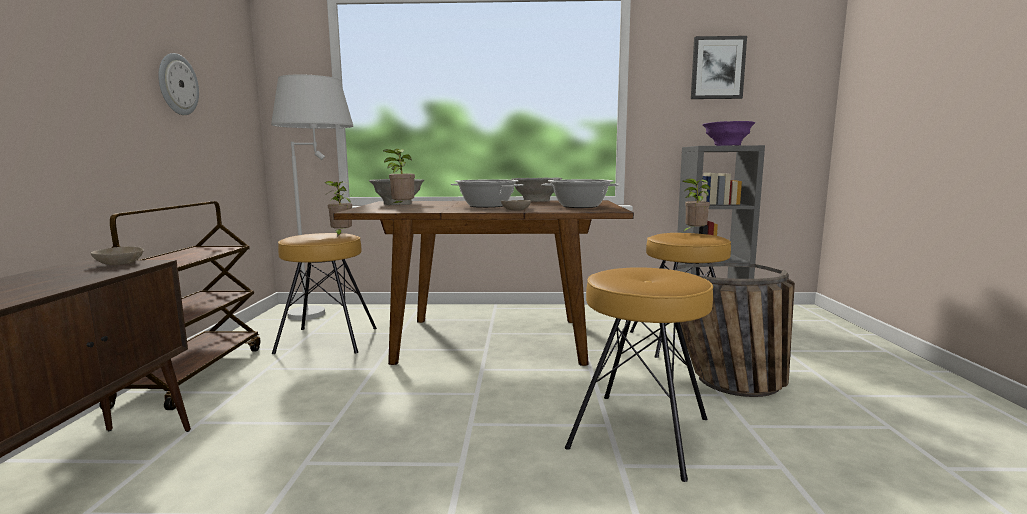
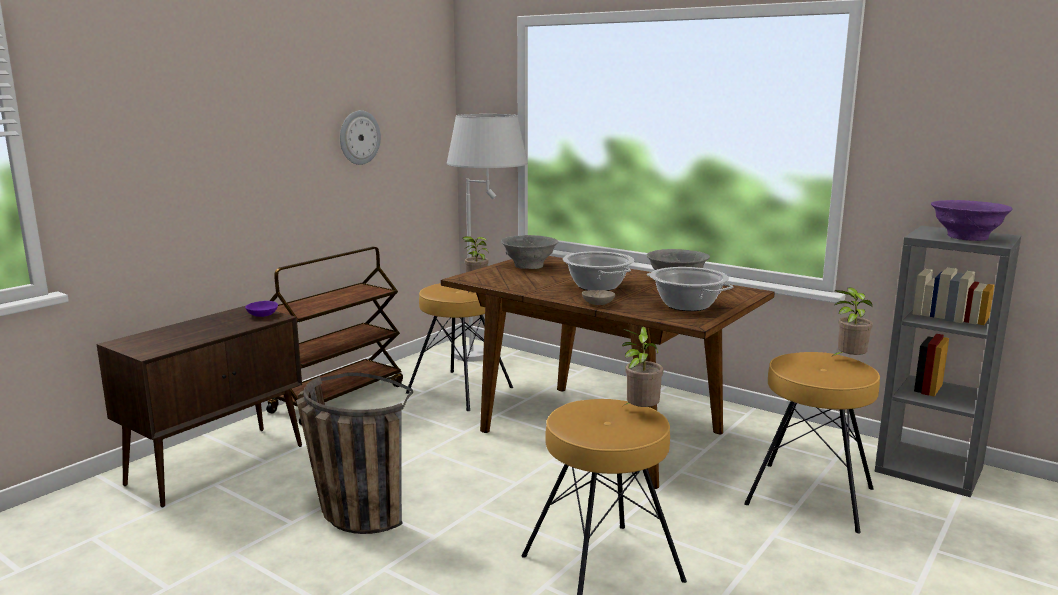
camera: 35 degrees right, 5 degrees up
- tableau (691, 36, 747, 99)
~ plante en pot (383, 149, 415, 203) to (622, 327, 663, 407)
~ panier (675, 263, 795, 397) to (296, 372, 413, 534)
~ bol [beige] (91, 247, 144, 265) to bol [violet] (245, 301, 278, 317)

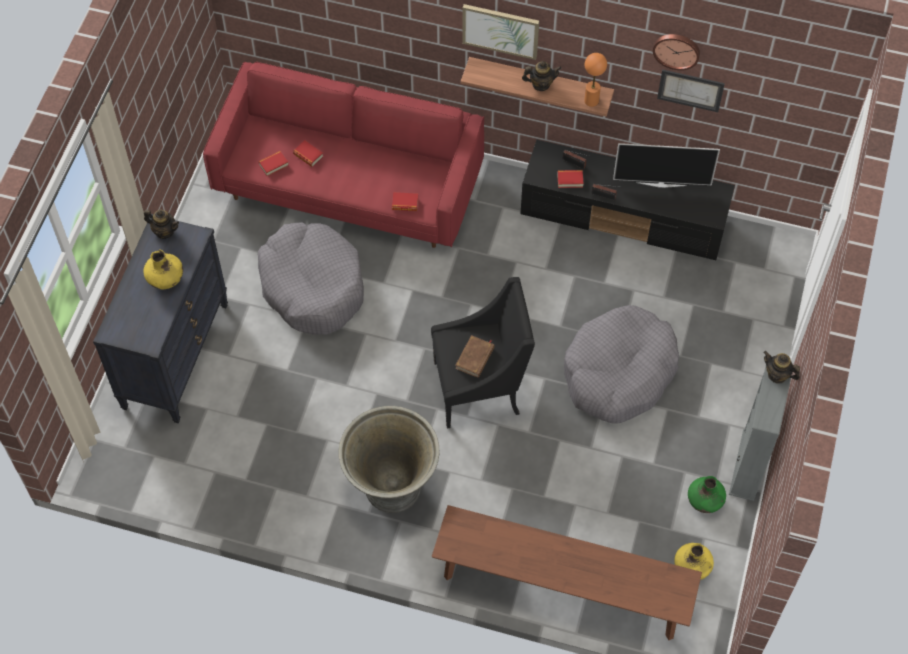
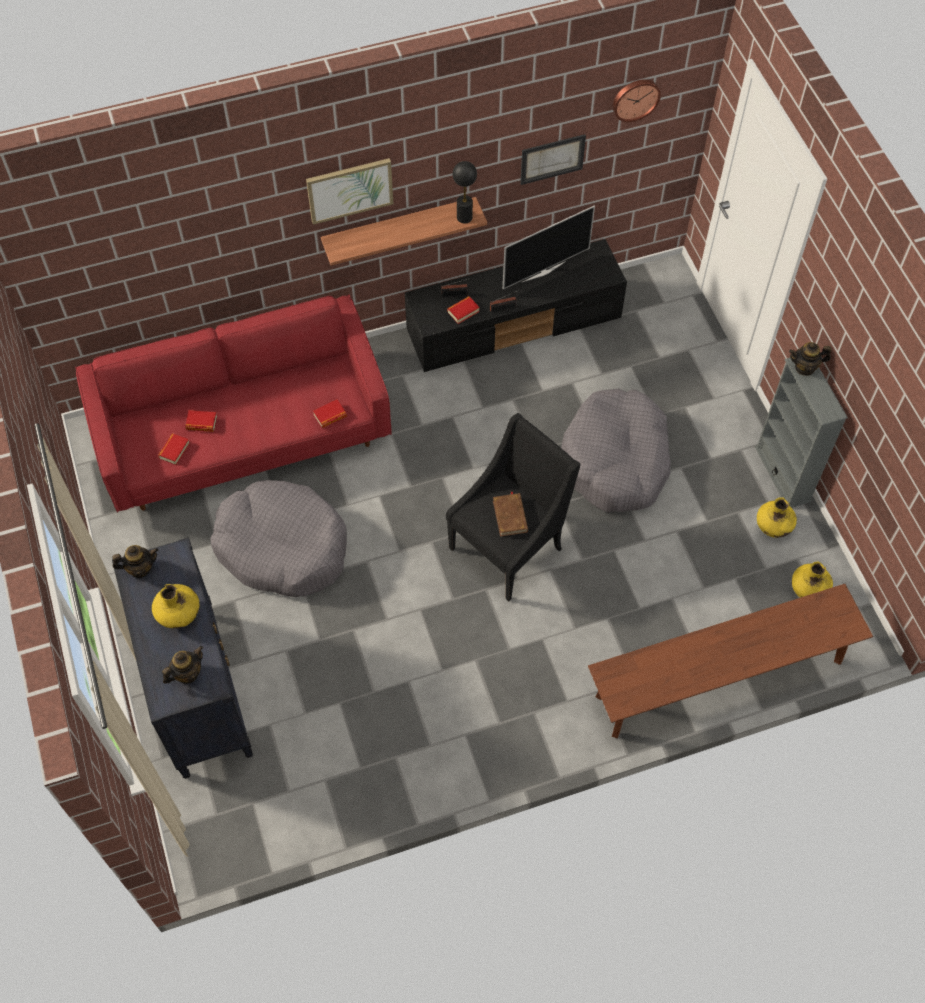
camera: 35 degrees left, 0 degrees up
- cache-pot [gris] (338, 406, 439, 513)
~ théière (522, 61, 562, 91) to (162, 646, 203, 684)
~ horloge murale (653, 34, 700, 70) to (613, 79, 661, 122)
~ lampe de table [orange] (584, 53, 607, 107) to lampe de table [noir] (453, 161, 477, 224)
~ vase [vert] (688, 476, 726, 513) to vase [jaune] (757, 497, 797, 538)

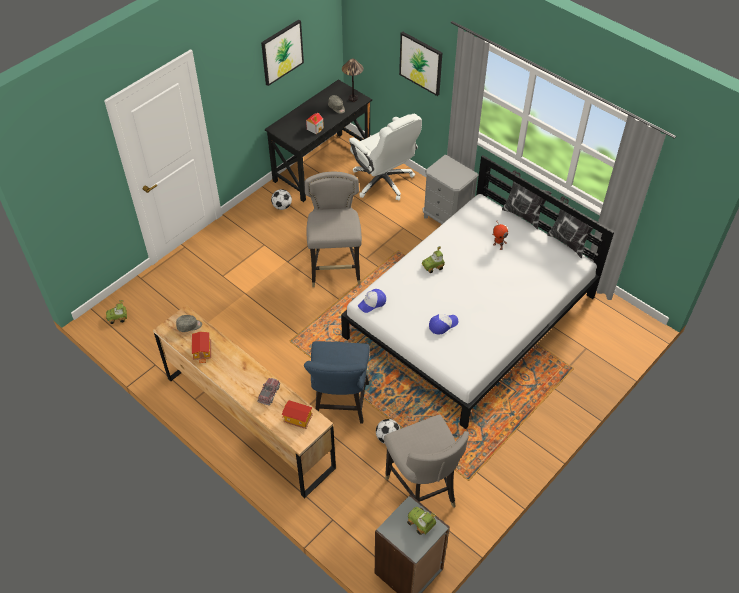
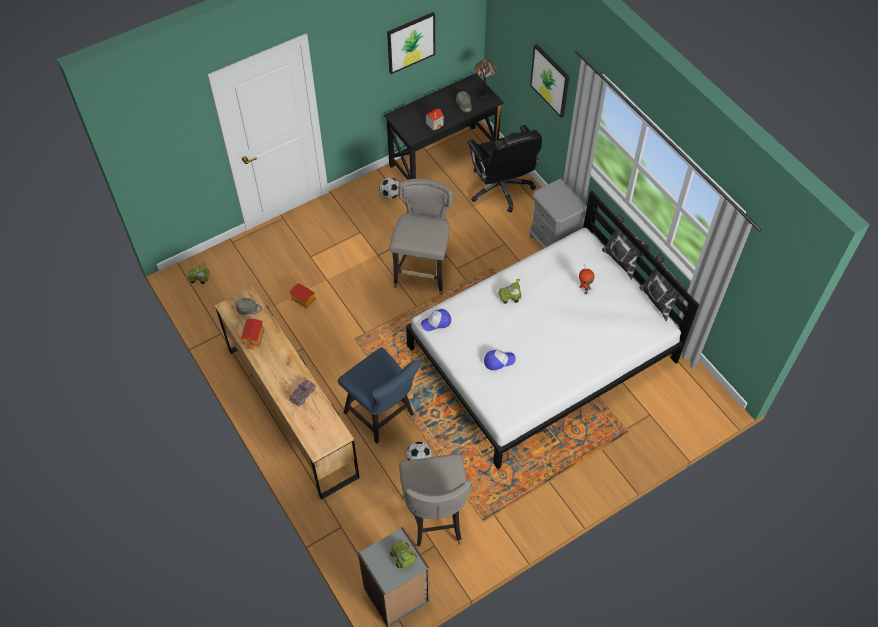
camera: 15 degrees right, 5 degrees up
~ maison miniature (282, 400, 313, 429) to (289, 283, 316, 309)
~ chaise de bureau [blanc] (349, 114, 422, 200) to chaise de bureau [noir] (468, 125, 542, 213)
~ chaise [bleu] (304, 341, 370, 424) = (338, 347, 420, 443) 60 degrees counterclockwise

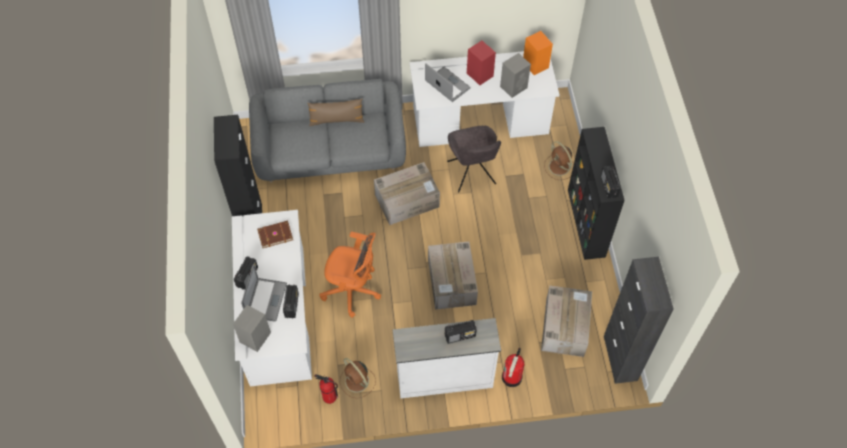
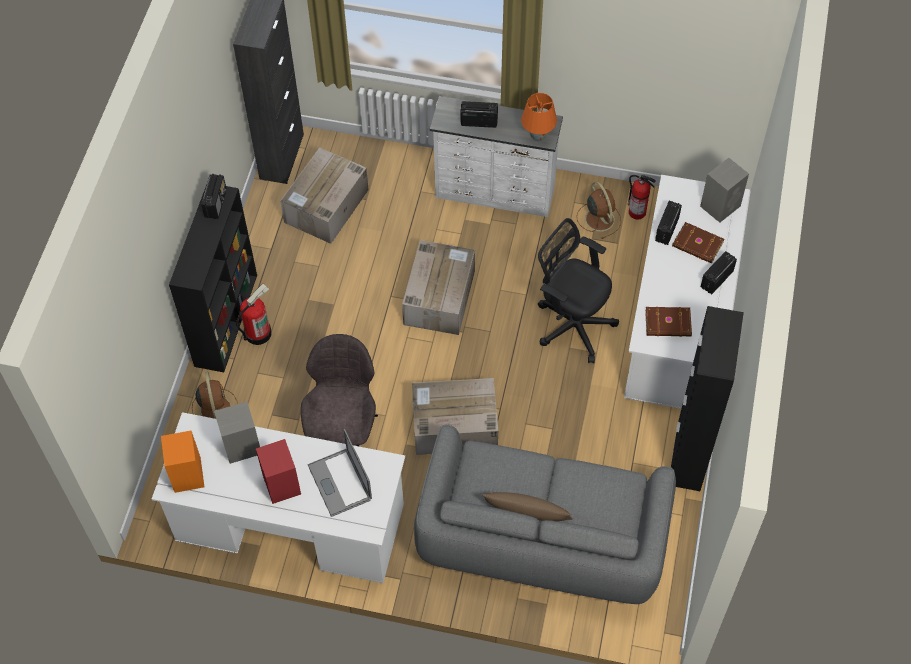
camera: 160 degrees left, 0 degrees up
+ lampe de table [orange] (521, 93, 557, 141)
~ extincteur (502, 348, 524, 387) to (236, 284, 272, 345)
~ ordinateur portable (241, 264, 287, 322) to livre [marron] (672, 222, 724, 264)
~ chaise de bureau [orange] (319, 231, 381, 318) to chaise de bureau [noir] (538, 218, 619, 363)

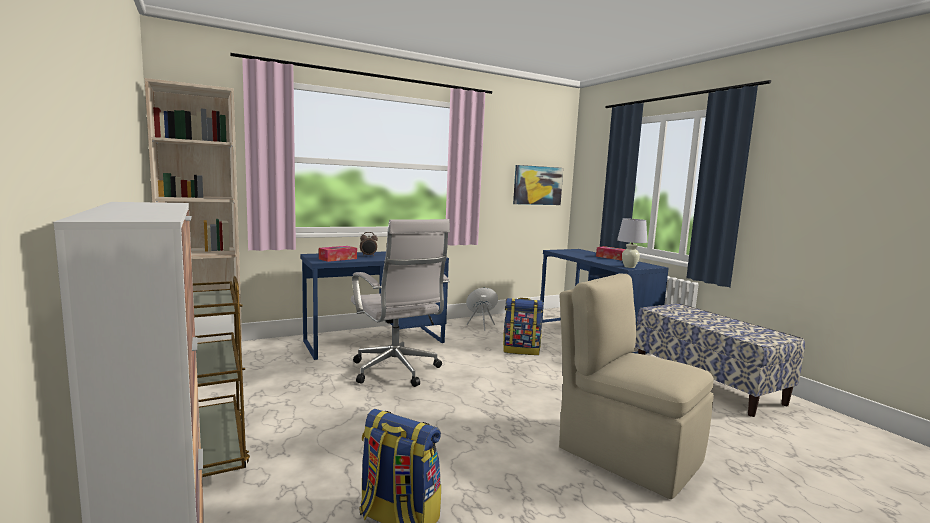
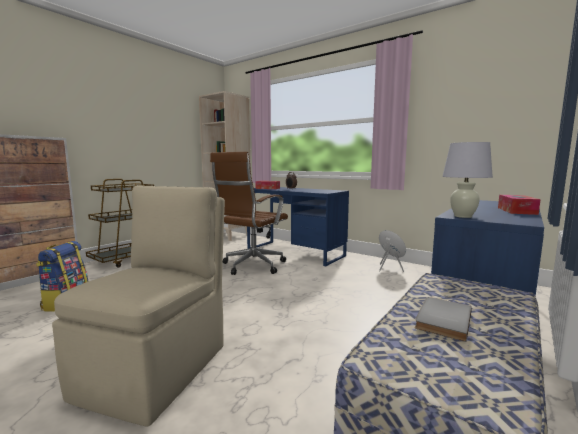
camera: 65 degrees right, 0 degrees up
- sac à dos (503, 298, 544, 355)
- tableau (513, 165, 563, 205)
+ livre [gris] (415, 297, 472, 342)
~ chaise de bureau [blanc] (351, 219, 450, 387) to chaise de bureau [marron] (210, 152, 288, 275)

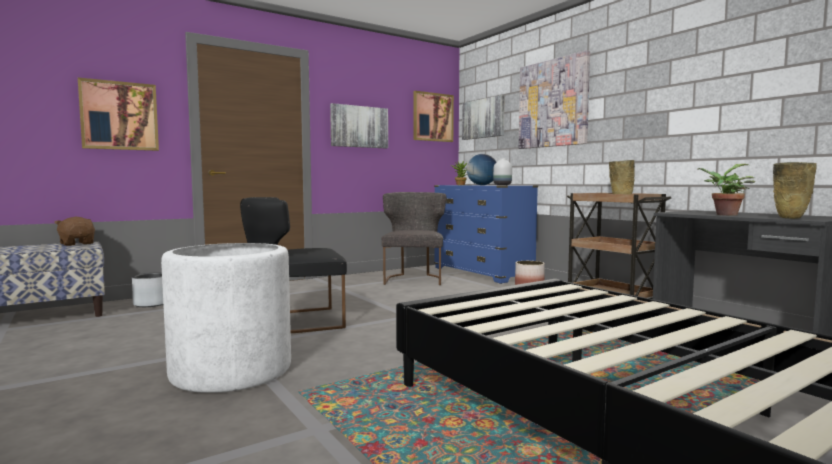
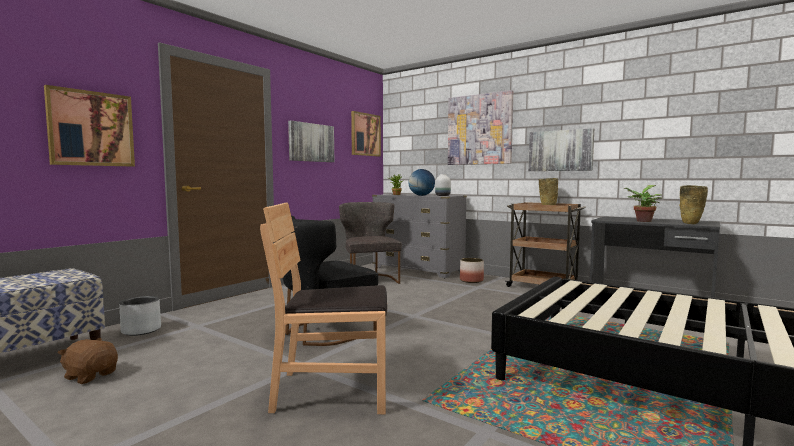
camera: 20 degrees left, 0 degrees up
~ peluche [marron] (54, 217, 95, 246) to (57, 338, 118, 384)
~ tableau (462, 95, 505, 140) to (528, 128, 594, 171)
~ cache-pot [blanc] (161, 243, 291, 393) to chaise [marron] (260, 202, 387, 414)
~ commode [bleu] (434, 185, 538, 284) to commode [gris] (372, 194, 467, 278)

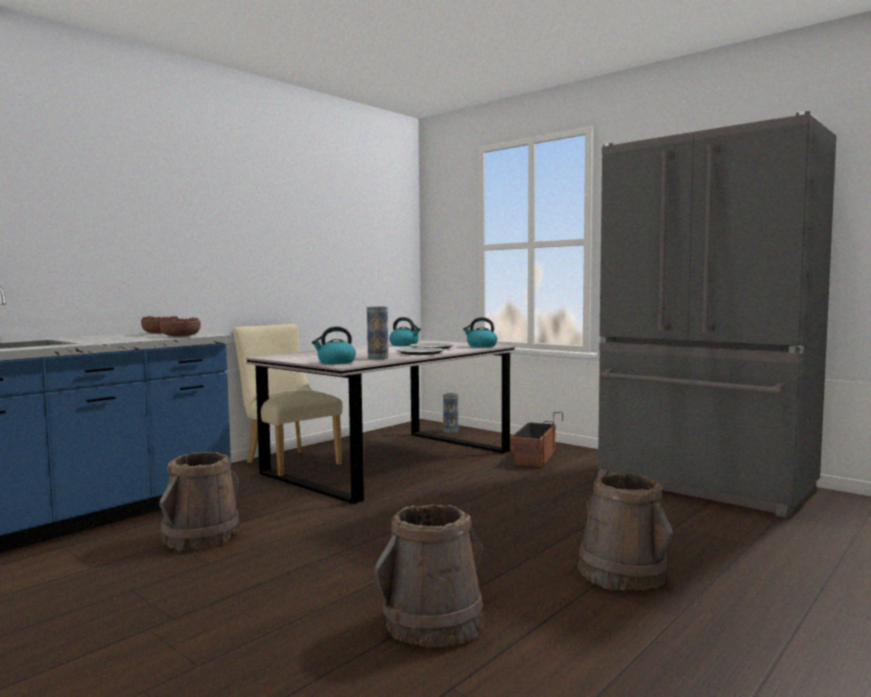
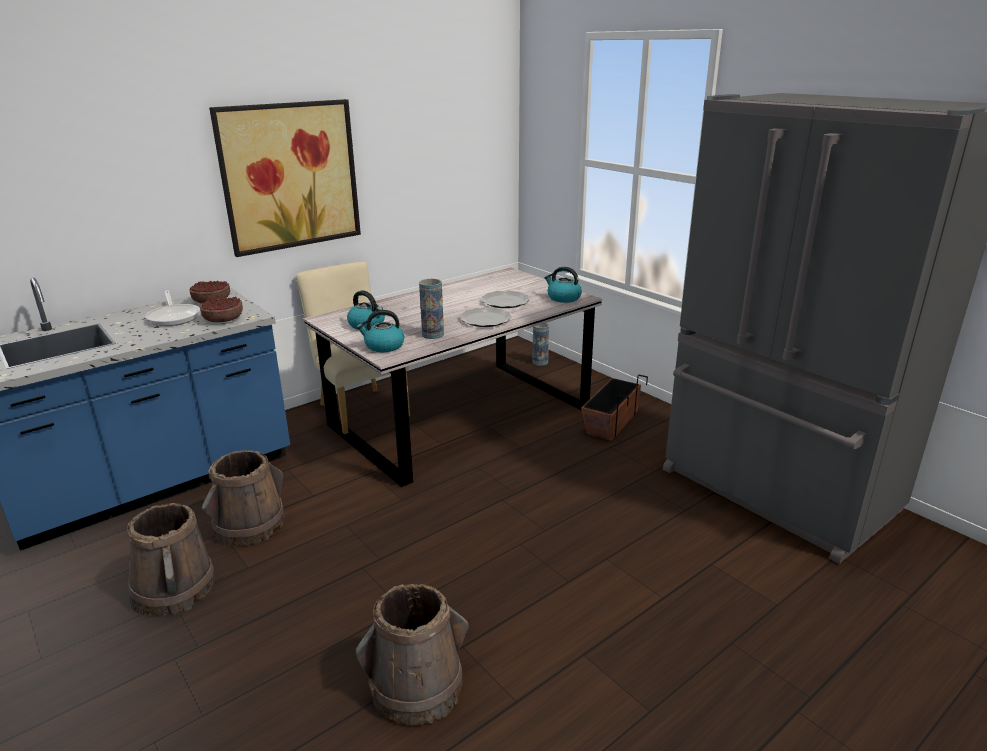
camera: 10 degrees right, 20 degrees up
+ poêle (145, 290, 200, 326)
+ tableau (209, 99, 361, 257)
~ bouilloire (389, 317, 421, 346) to (347, 291, 385, 330)
~ seau [marron] (578, 473, 673, 591) to (127, 503, 215, 616)

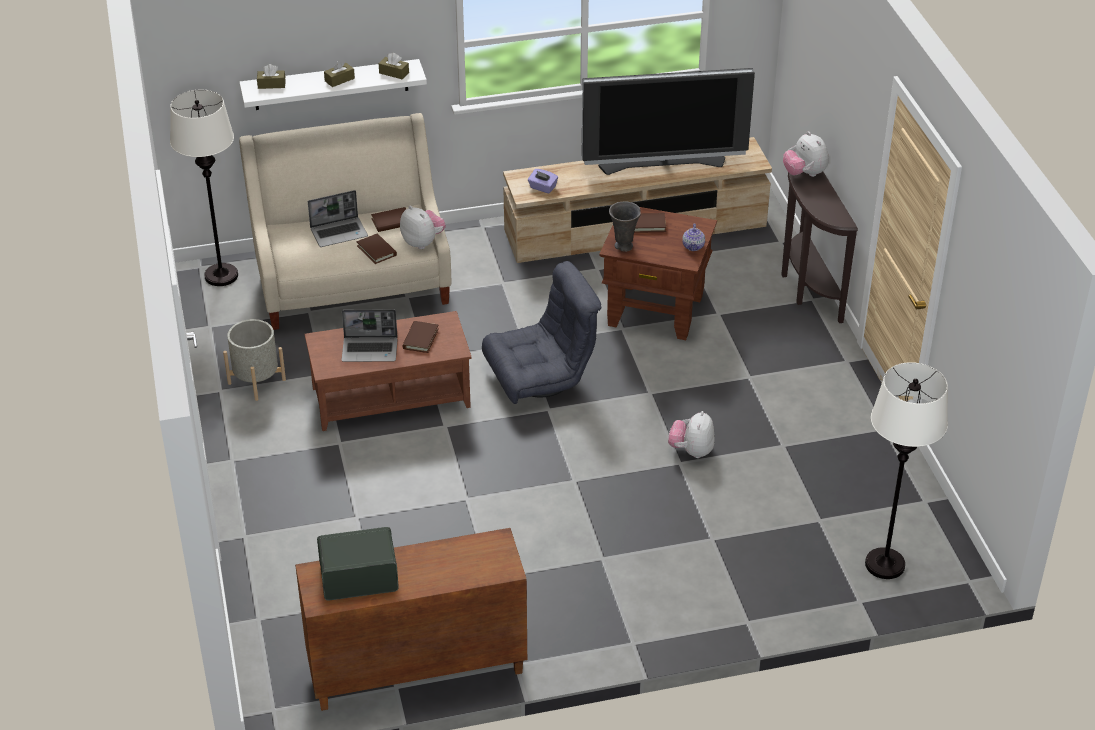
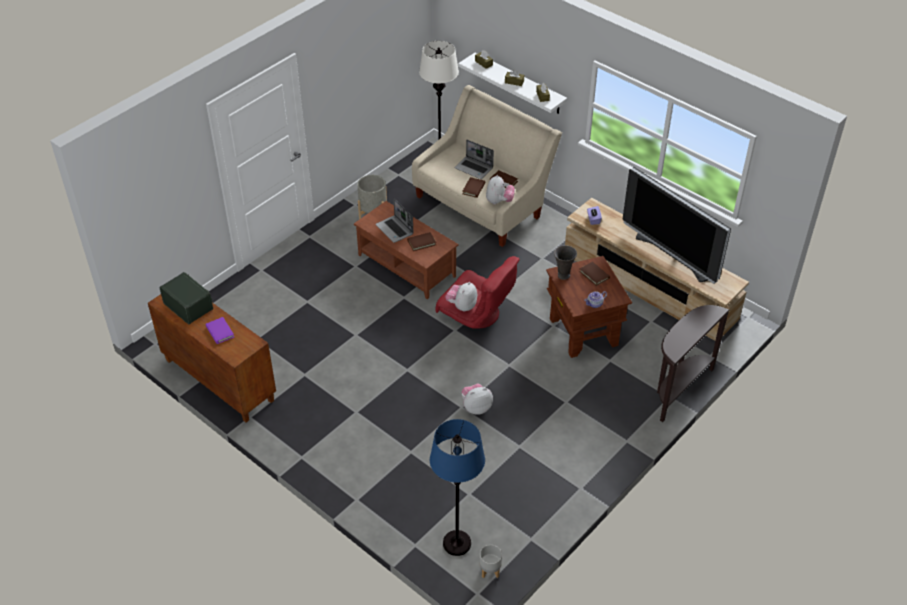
camera: 55 degrees right, 5 degrees up
+ livre [violet] (206, 317, 234, 344)
+ cache-pot [gris] (480, 545, 502, 578)
~ peluche (783, 131, 829, 177) to (445, 282, 477, 312)
~ fauteuil [gris] (482, 261, 601, 404) to fauteuil [rouge] (435, 256, 520, 329)
~ lampadaire [blanc] (865, 362, 948, 579) to lampadaire [bleu] (430, 419, 485, 556)

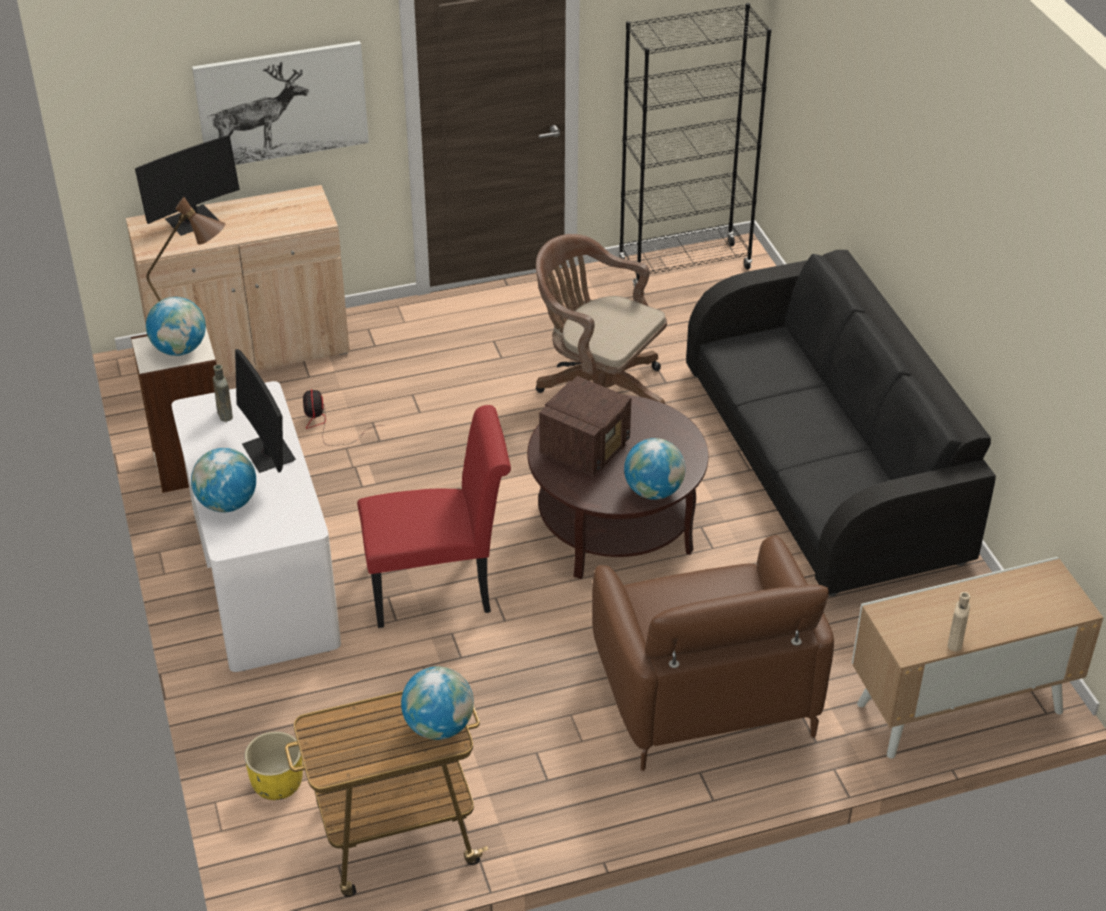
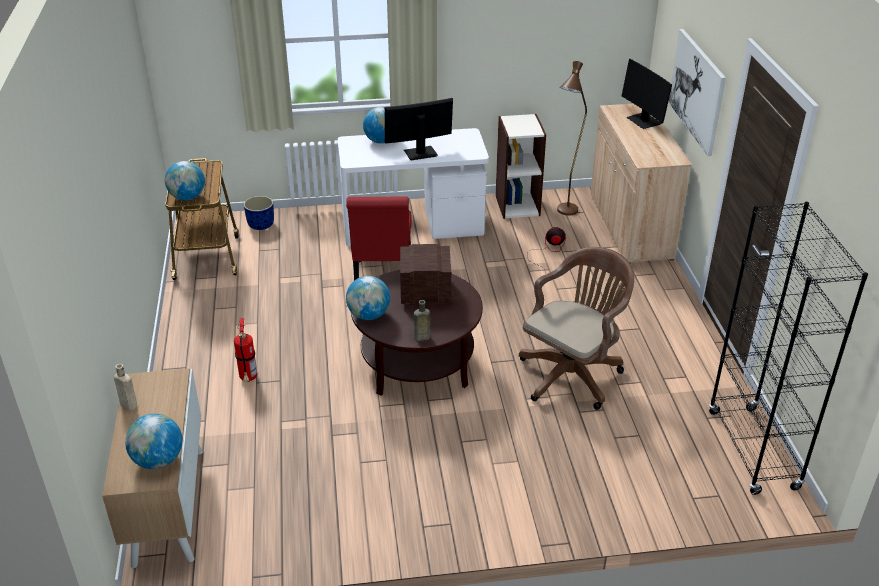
camera: 100 degrees right, 5 degrees down
- canapé [noir] (686, 250, 996, 596)
~ globe (146, 297, 206, 356) to (125, 414, 182, 469)
~ bouteille [marron] (213, 364, 233, 422) to (414, 300, 430, 341)
~ fauteuil [marron] (592, 535, 834, 771) to extincteur (234, 318, 257, 382)
~ cache-pot [jaune] (244, 731, 303, 800) to cache-pot [bleu] (244, 196, 274, 230)
~ radio (539, 376, 631, 476) = (400, 244, 451, 305) 135 degrees clockwise

